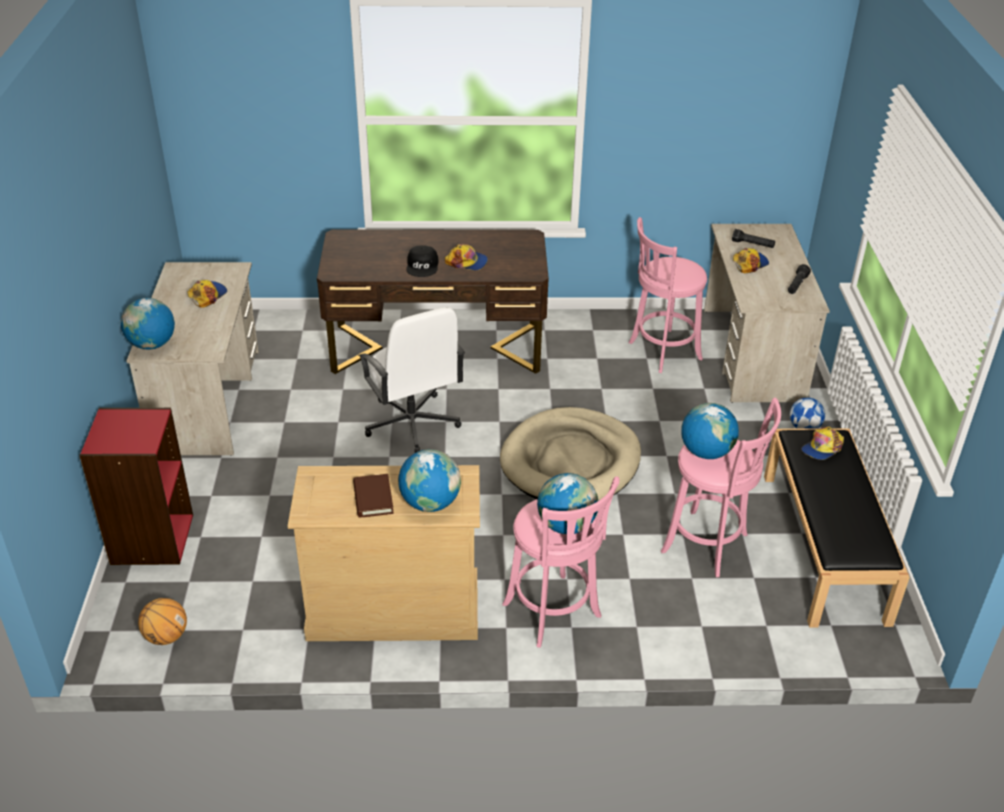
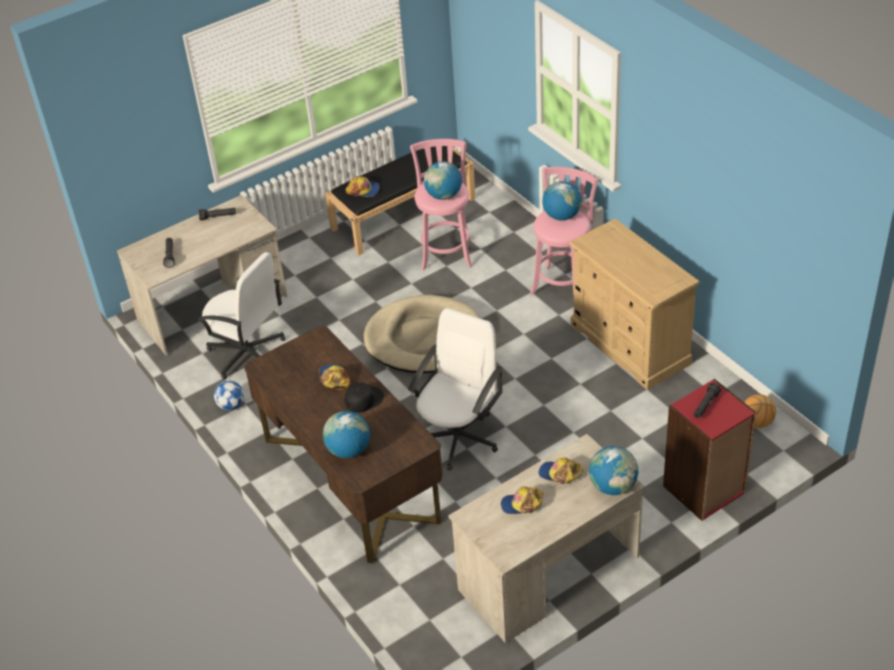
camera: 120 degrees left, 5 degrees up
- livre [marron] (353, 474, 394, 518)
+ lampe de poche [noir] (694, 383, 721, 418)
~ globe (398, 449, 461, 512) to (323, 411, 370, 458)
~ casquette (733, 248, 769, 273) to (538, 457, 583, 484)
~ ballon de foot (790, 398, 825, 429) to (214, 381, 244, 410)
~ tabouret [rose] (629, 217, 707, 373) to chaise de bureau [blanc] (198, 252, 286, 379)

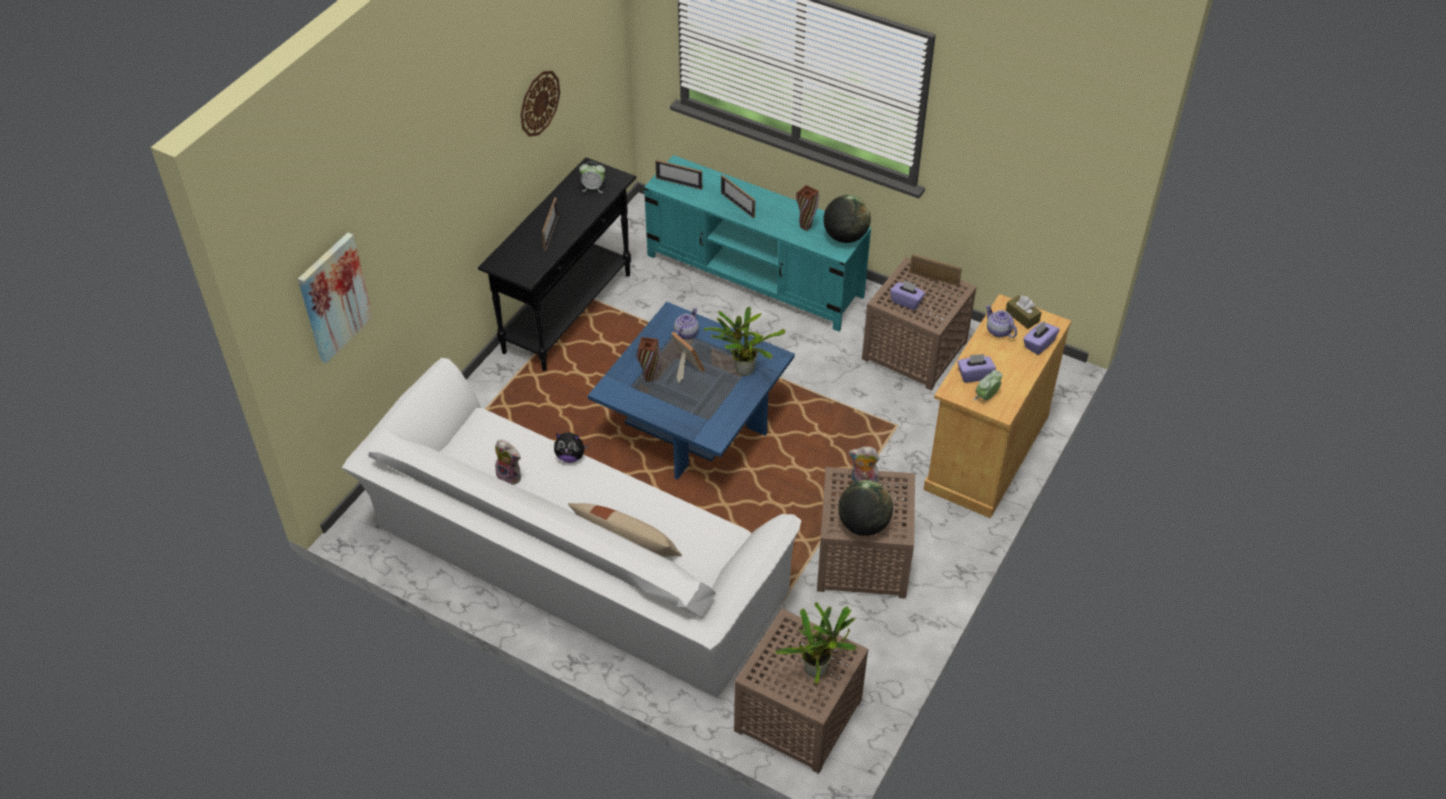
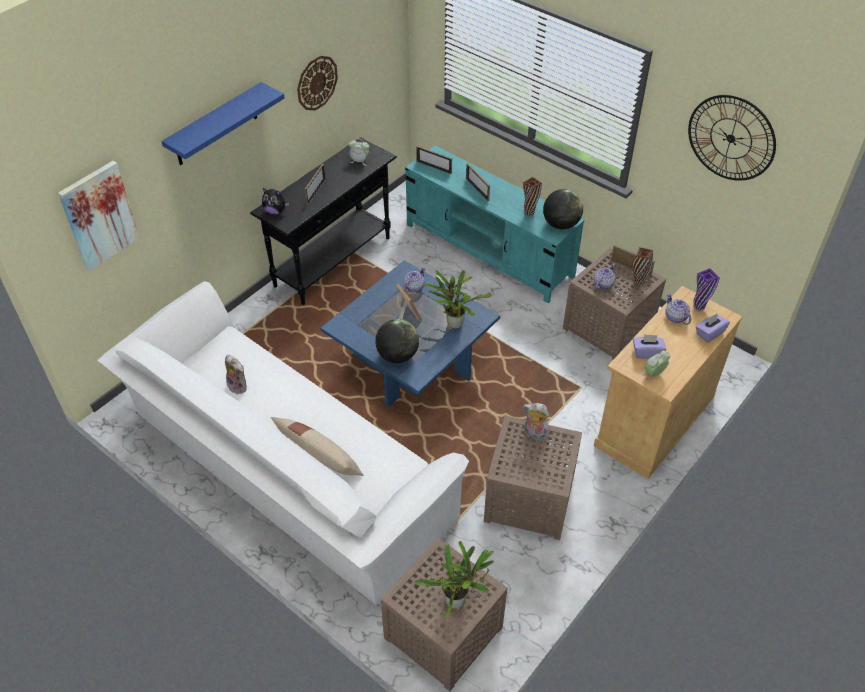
camera: 10 degrees right, 0 degrees up
+ étagère [bleu] (161, 82, 285, 165)
+ horloge murale (688, 95, 776, 181)
~ peluche (554, 433, 588, 463) to (262, 188, 289, 215)
~ vase [marron] (637, 337, 660, 382) to (632, 247, 653, 286)
~ globe (838, 480, 893, 536) to (375, 319, 419, 363)
~ boîte à mouchoirs [violet] (890, 280, 925, 310) to théière (594, 264, 616, 289)
~ boîte à mouchoirs [marron] (1006, 295, 1042, 329) to vase [violet] (694, 268, 720, 311)

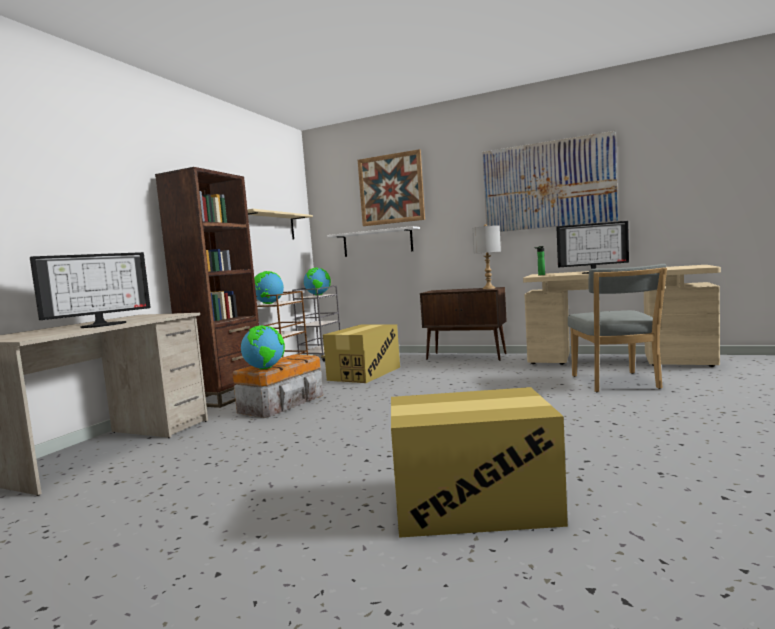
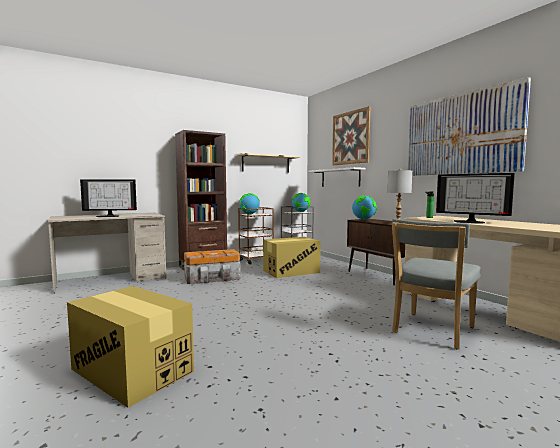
camera: 35 degrees right, 0 degrees up
~ globe (241, 325, 285, 369) to (352, 195, 377, 220)

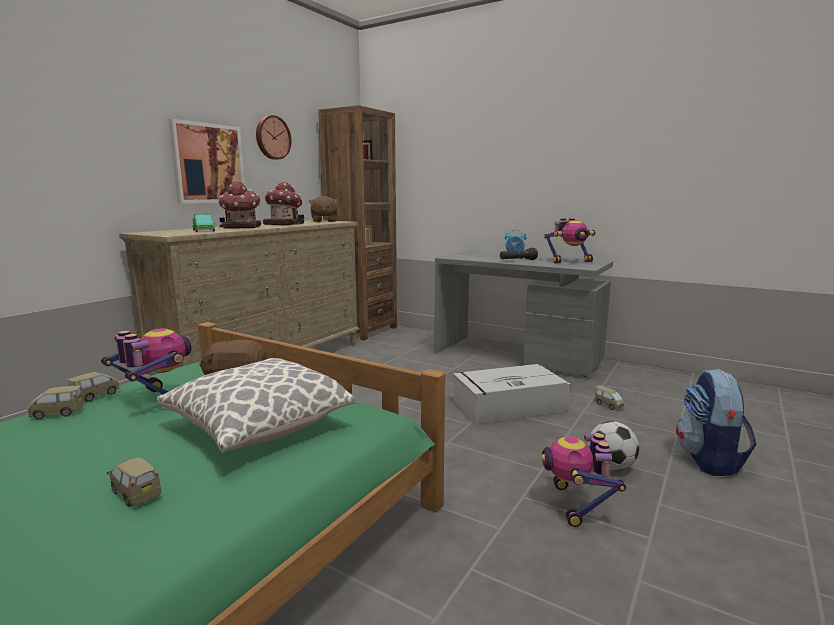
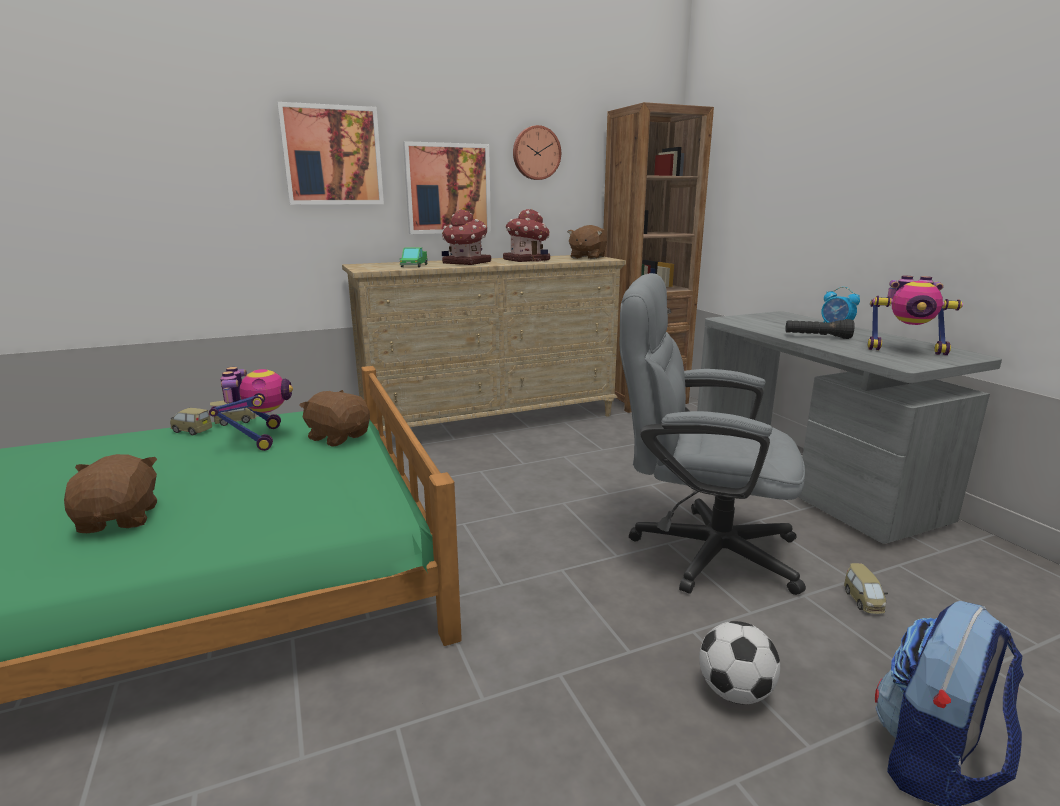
camera: 35 degrees right, 5 degrees up
- coussin (157, 358, 356, 453)
- robot jouet (541, 433, 626, 527)
+ tableau (277, 102, 384, 205)
~ petite voiture (107, 457, 161, 507) to peluche [marron] (64, 454, 157, 533)
~ boîte de rangement [gris] (453, 364, 571, 424) to chaise de bureau [gris] (620, 273, 806, 595)

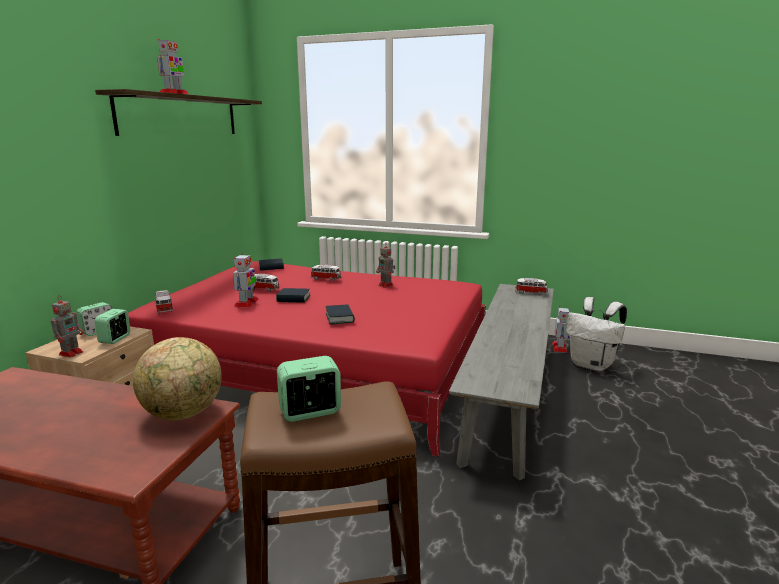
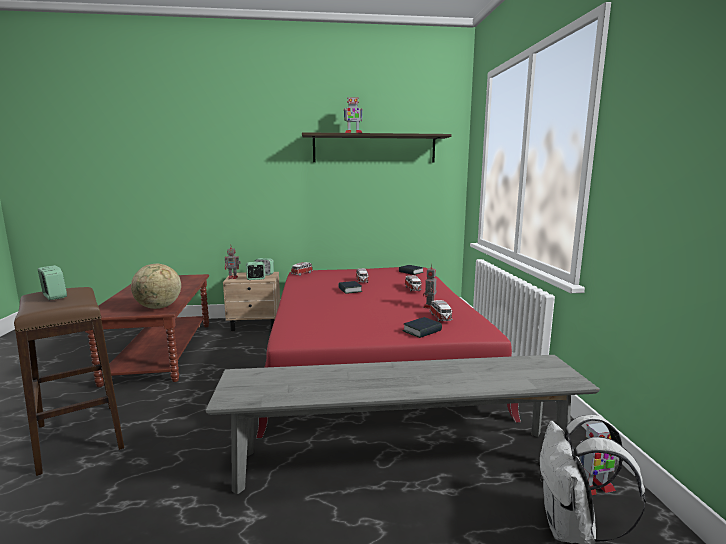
camera: 65 degrees right, 5 degrees down
- robot jouet (233, 253, 259, 308)
~ livre (326, 304, 355, 324) to (403, 317, 442, 338)
~ petite voiture (515, 278, 548, 295) to (430, 300, 452, 322)

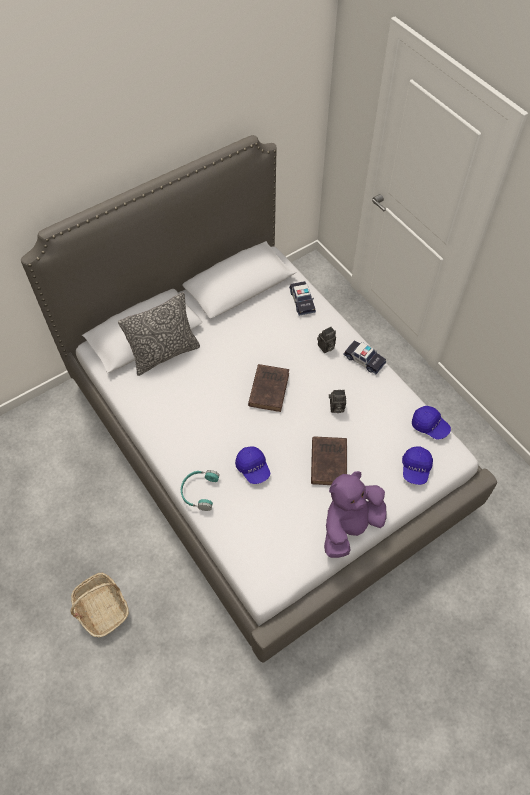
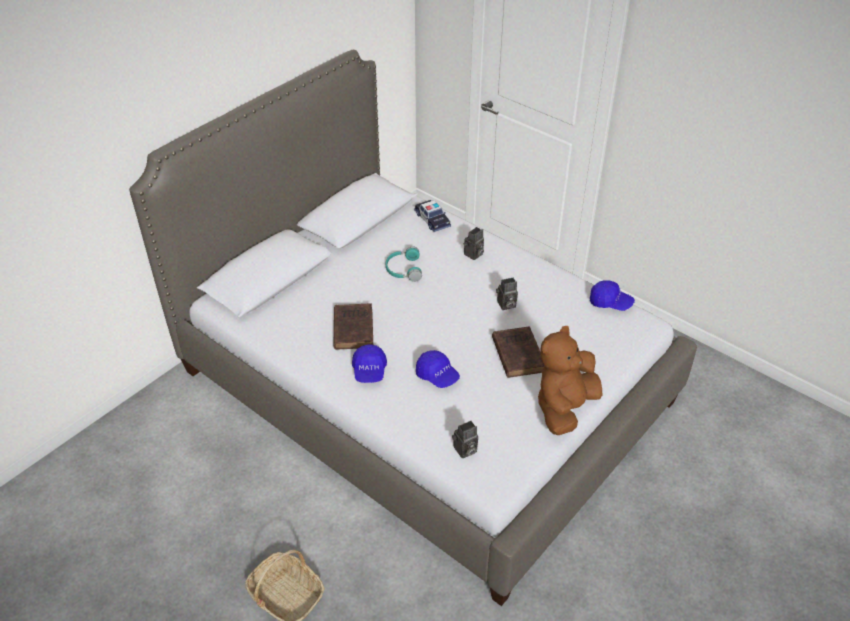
camera: 15 degrees left, 15 degrees down
- coussin (118, 292, 200, 376)
- petite voiture (343, 341, 386, 374)
+ appareil photo (452, 421, 478, 458)
~ casque audio [turquoise] (181, 470, 220, 511) to (386, 246, 422, 282)
~ livre [marron] (248, 364, 289, 412) to (334, 303, 373, 350)
~ casquette [bleu] (402, 446, 433, 485) to (352, 344, 387, 383)
~ peluche [violet] (324, 471, 387, 558) to peluche [marron] (538, 326, 602, 435)

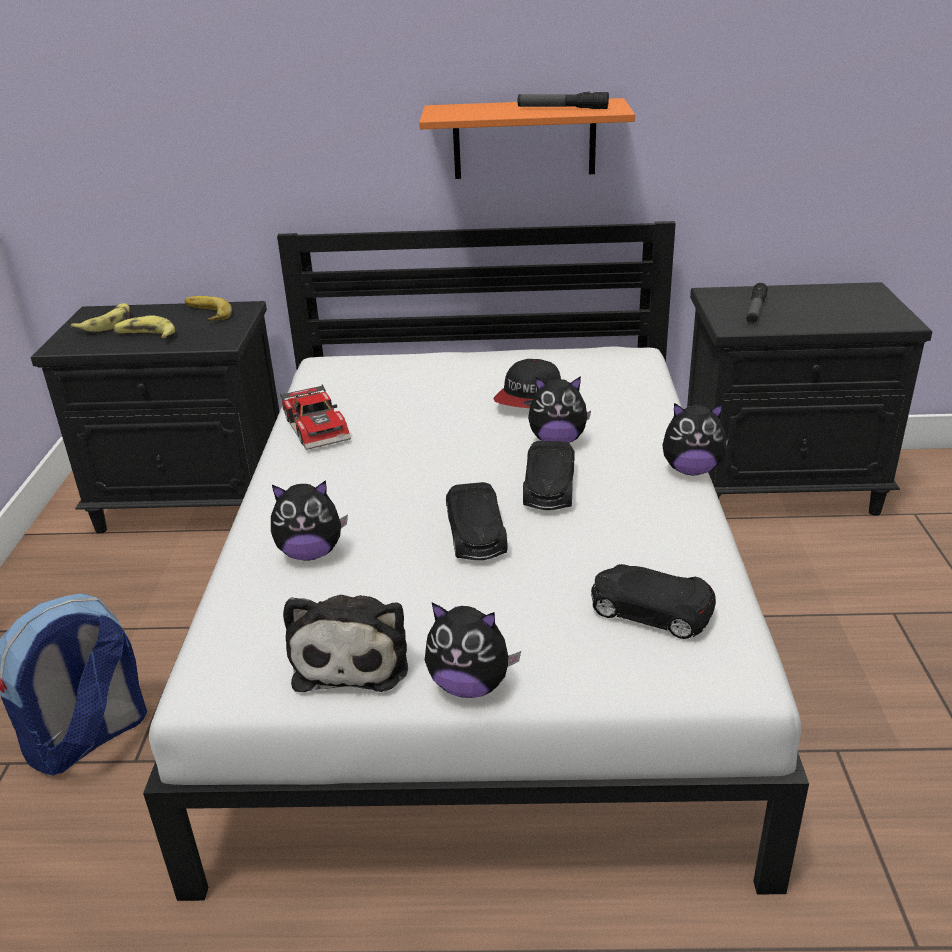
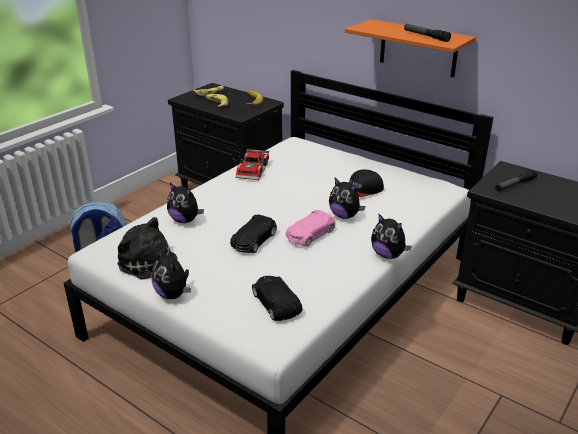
camera: 35 degrees right, 0 degrees up
~ petite voiture [noir] (523, 441, 575, 510) to petite voiture [rose] (286, 210, 335, 247)
~ peluche (283, 595, 408, 692) = (118, 217, 177, 279) 90 degrees clockwise

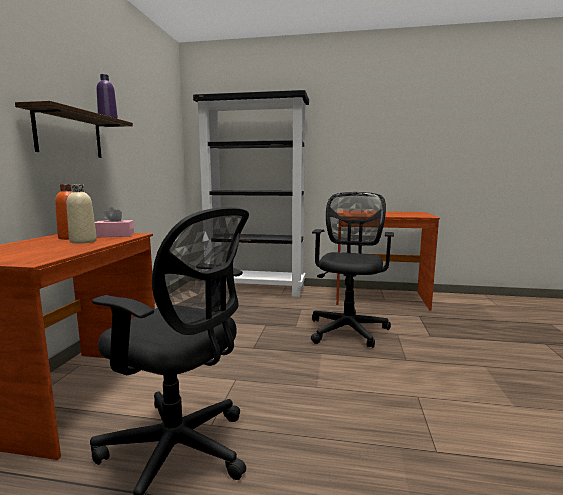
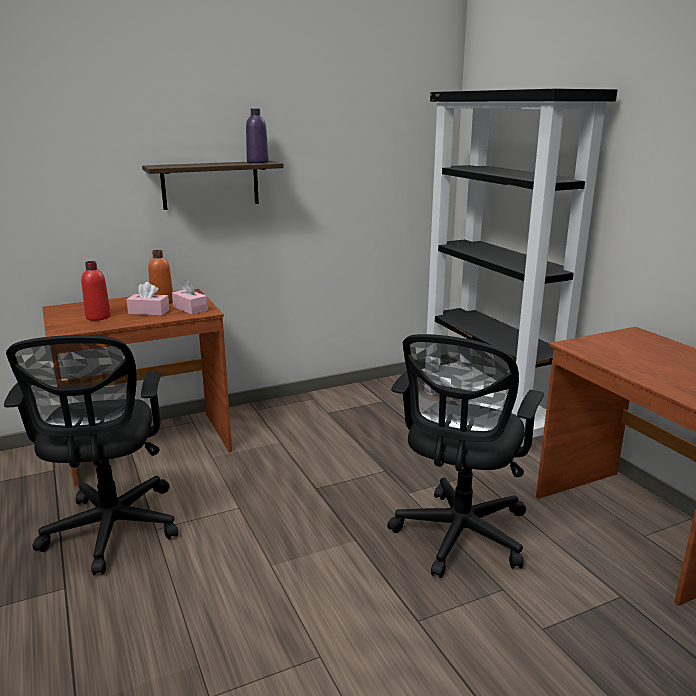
camera: 55 degrees right, 10 degrees up
+ bouteille [rouge] (81, 261, 111, 321)
~ bouteille [beige] (67, 184, 97, 244) to boîte à mouchoirs [rose] (126, 282, 170, 316)
~ chaise de bureau [noir] (311, 192, 394, 348) = (387, 334, 544, 578) 135 degrees clockwise

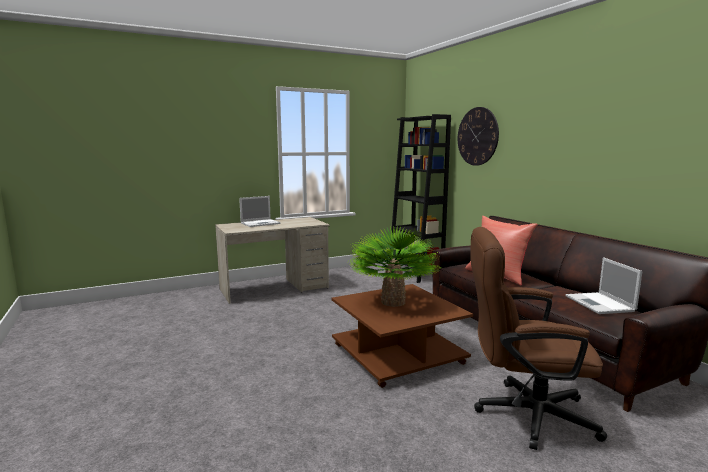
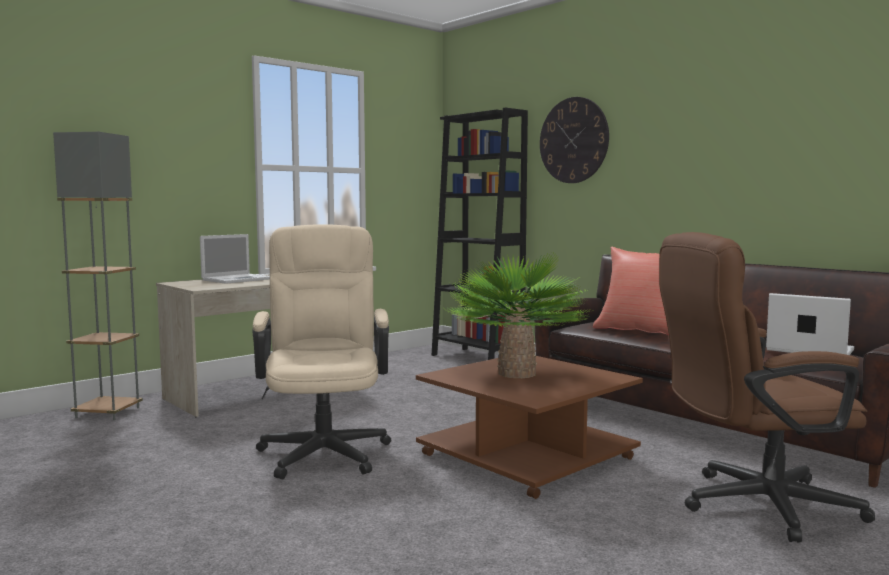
camera: 15 degrees left, 5 degrees down
+ lampadaire [gris] (53, 132, 143, 420)
+ chaise de bureau [beige] (253, 224, 391, 479)
~ ordinateur portable (565, 257, 642, 314) = (766, 293, 854, 355) 150 degrees clockwise

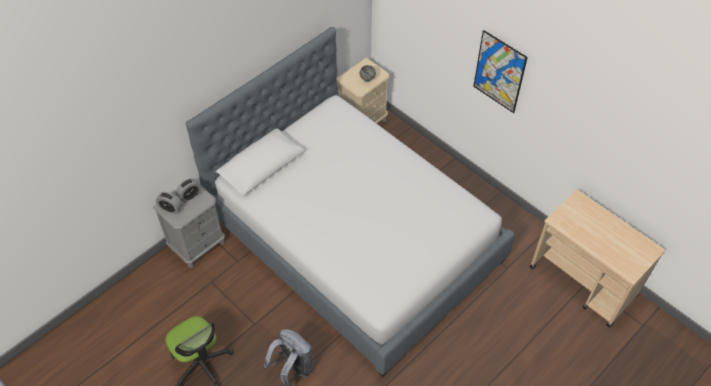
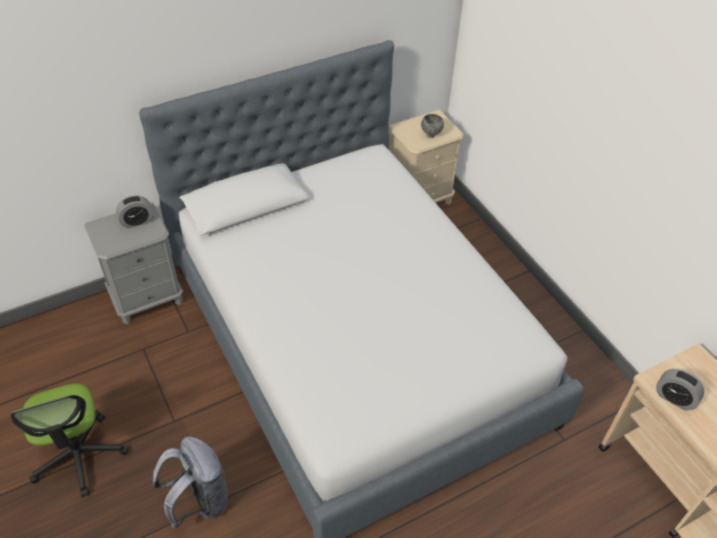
camera: 15 degrees right, 5 degrees down
- tableau (473, 30, 528, 113)
~ réveil (156, 192, 182, 214) to (656, 369, 704, 410)

